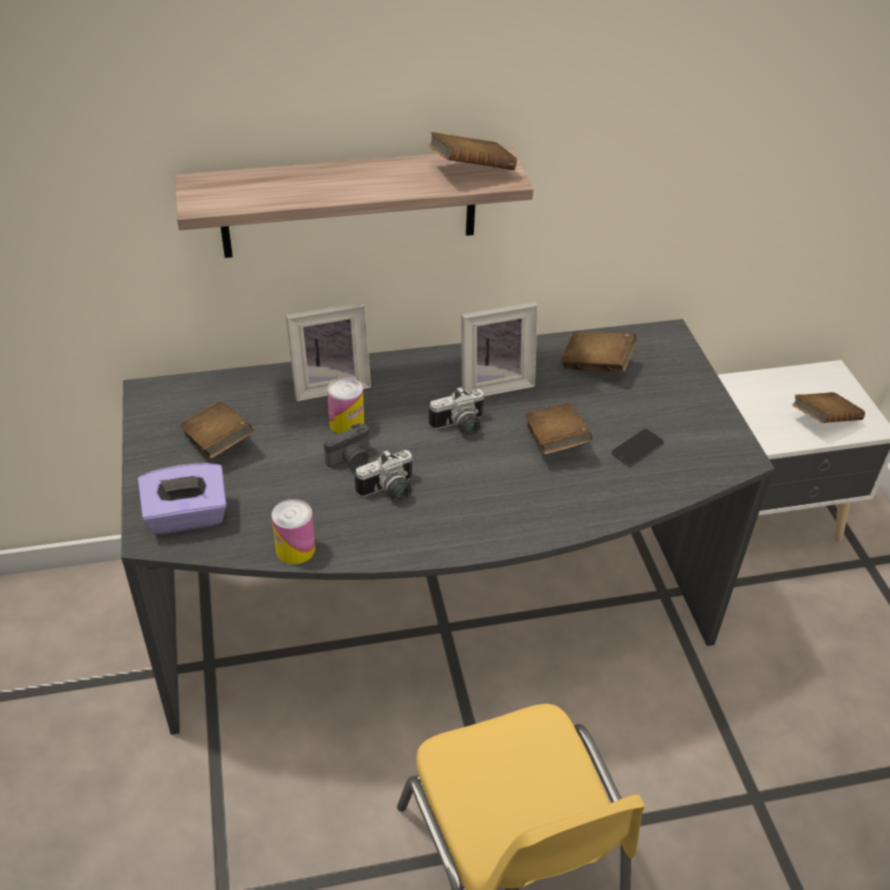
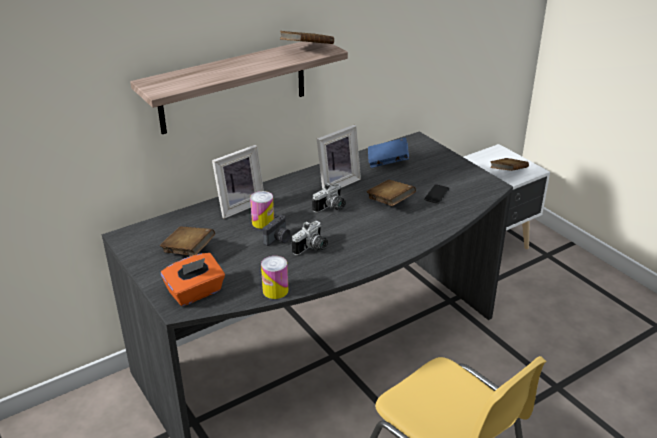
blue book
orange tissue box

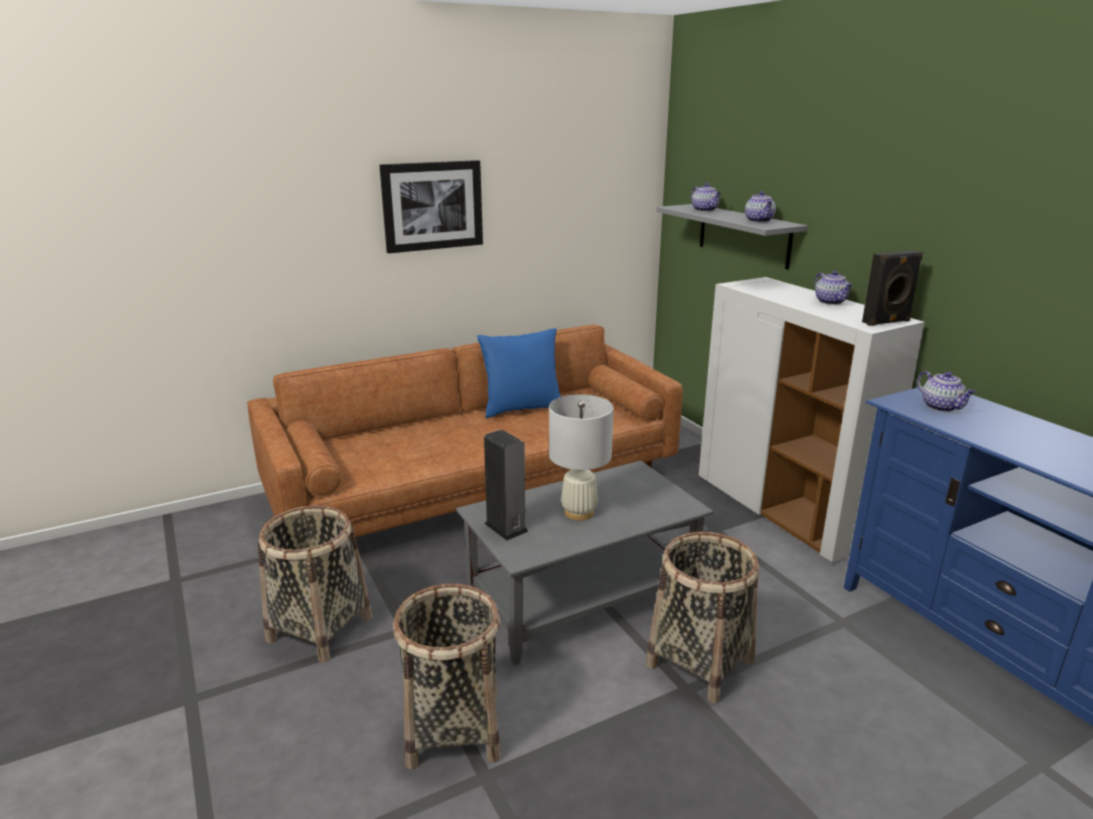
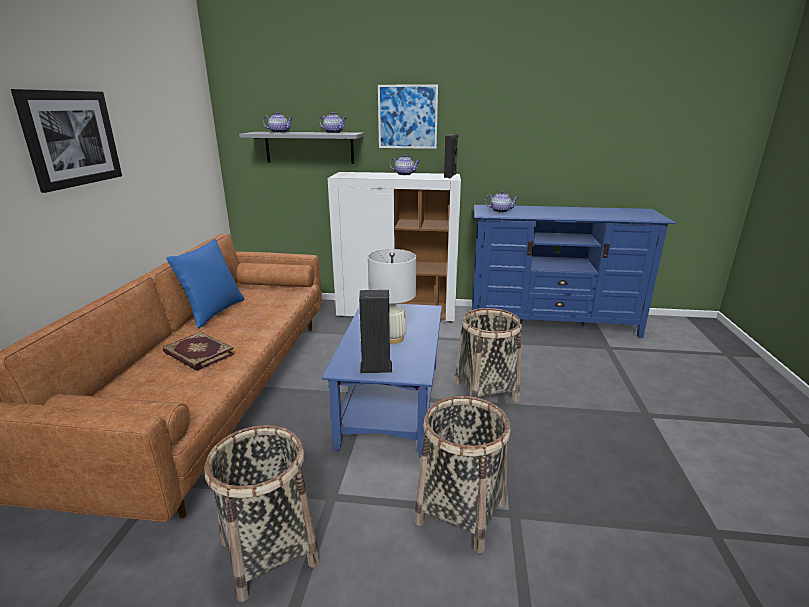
blue coffee table
picture (no. 2 from left)
book

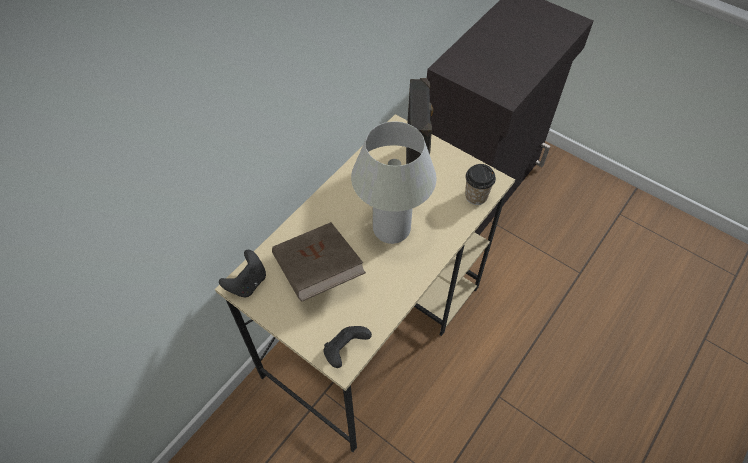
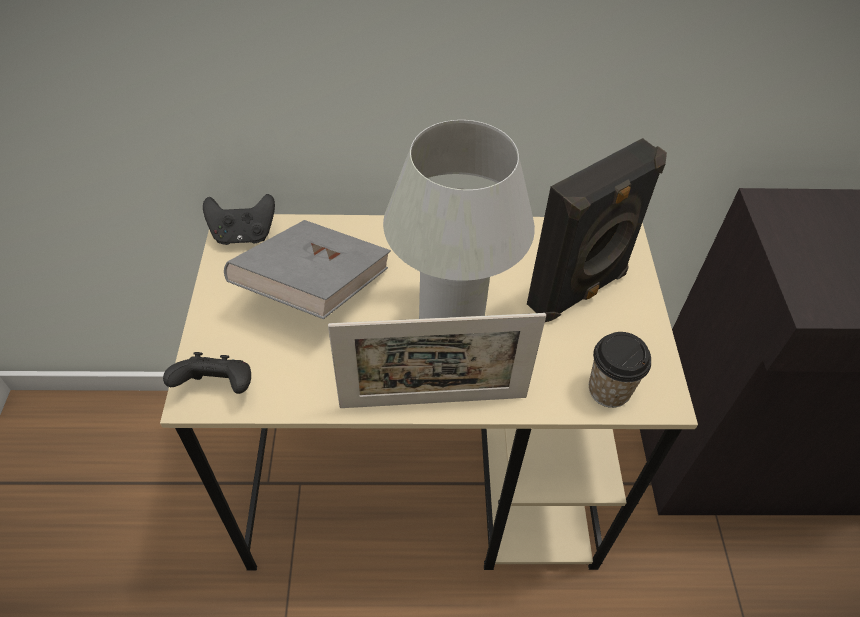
grey book
picture frame

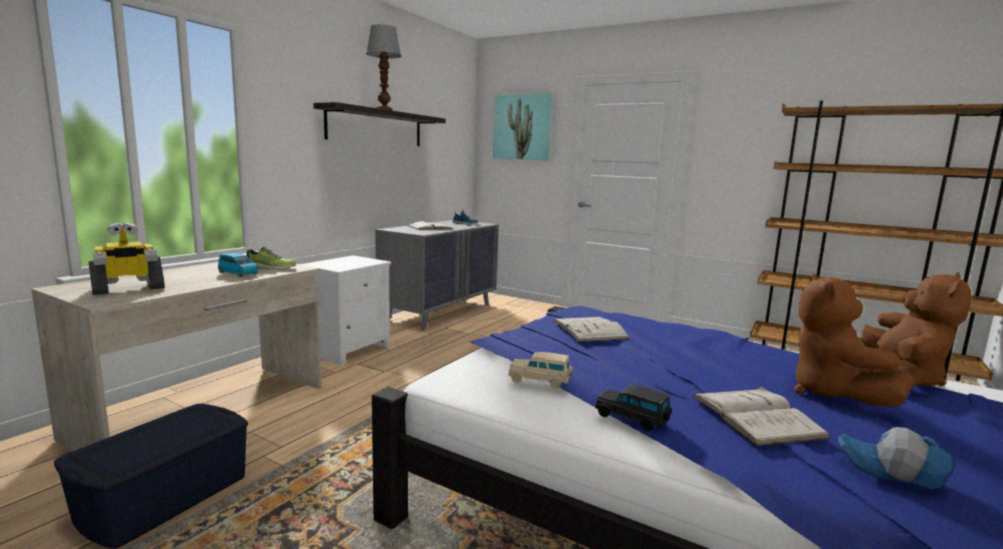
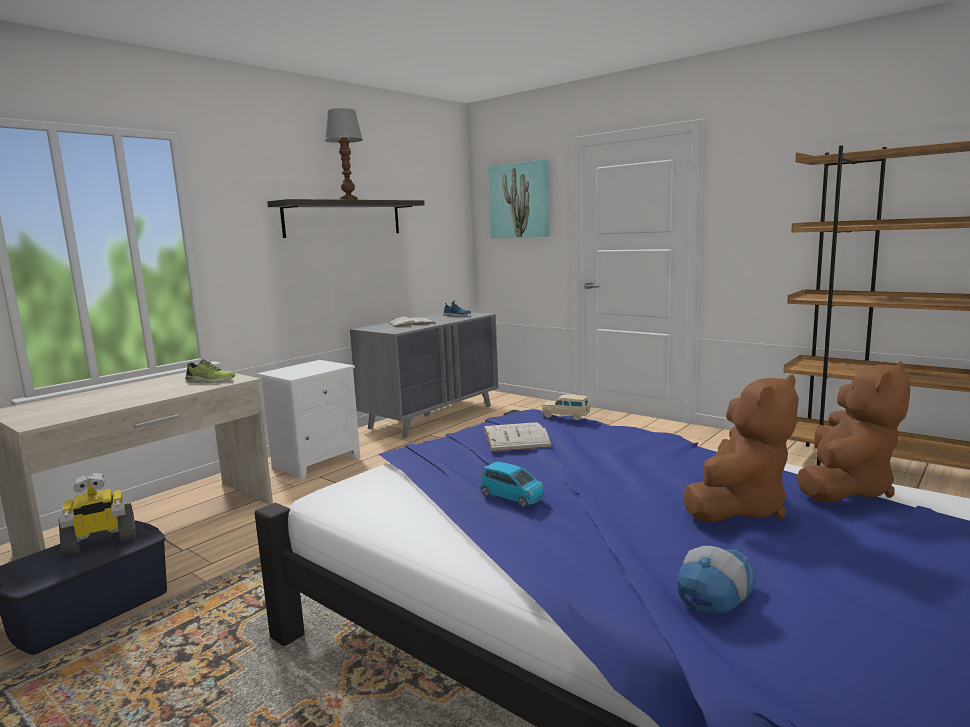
toy robot
blue toy car
brown plush toy (no. 1 from left)
beige toy car
black toy car
white book (no. 3 from left in the first image)
cap

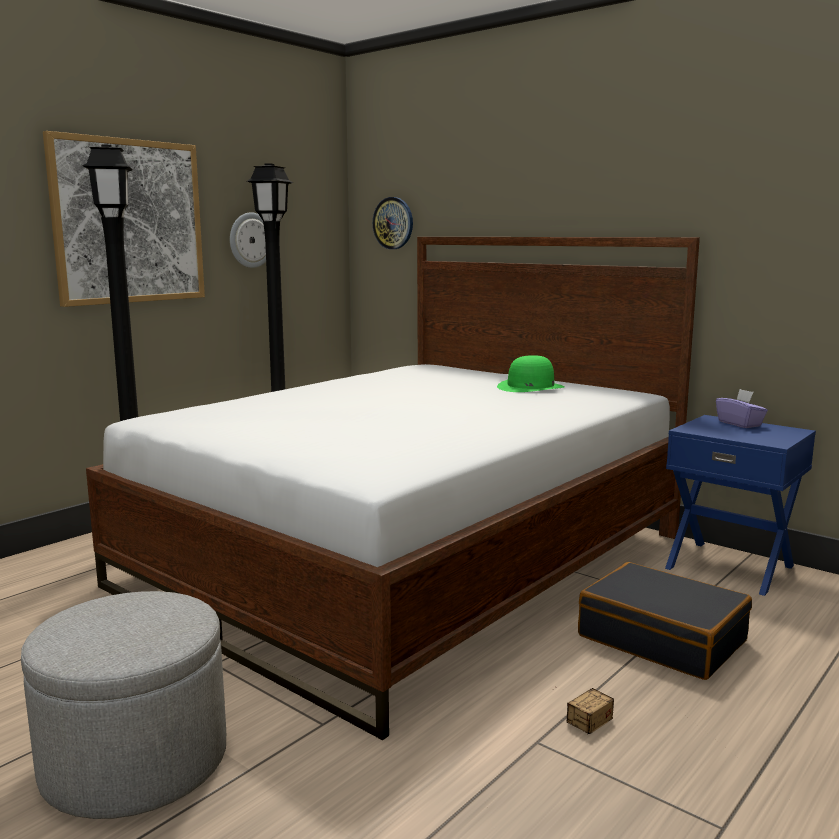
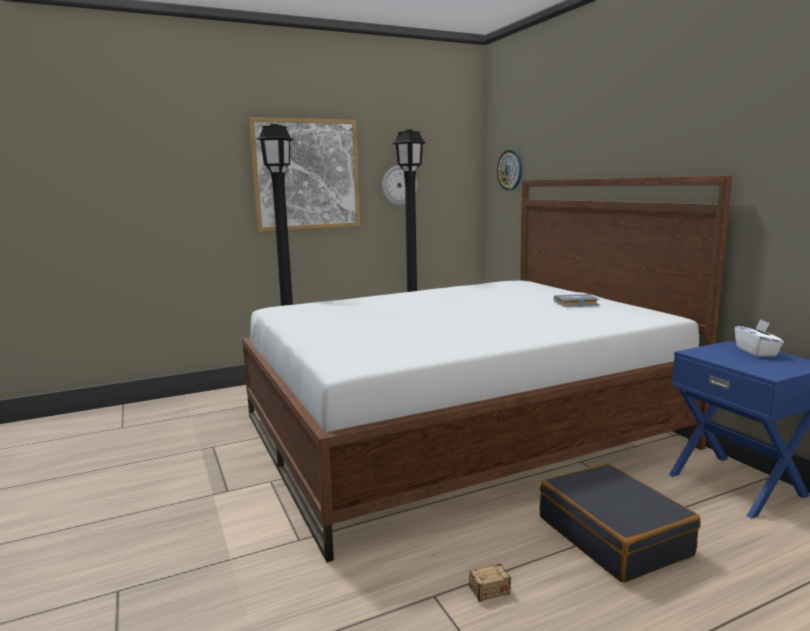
grey book
white tissue box
grey ottoman

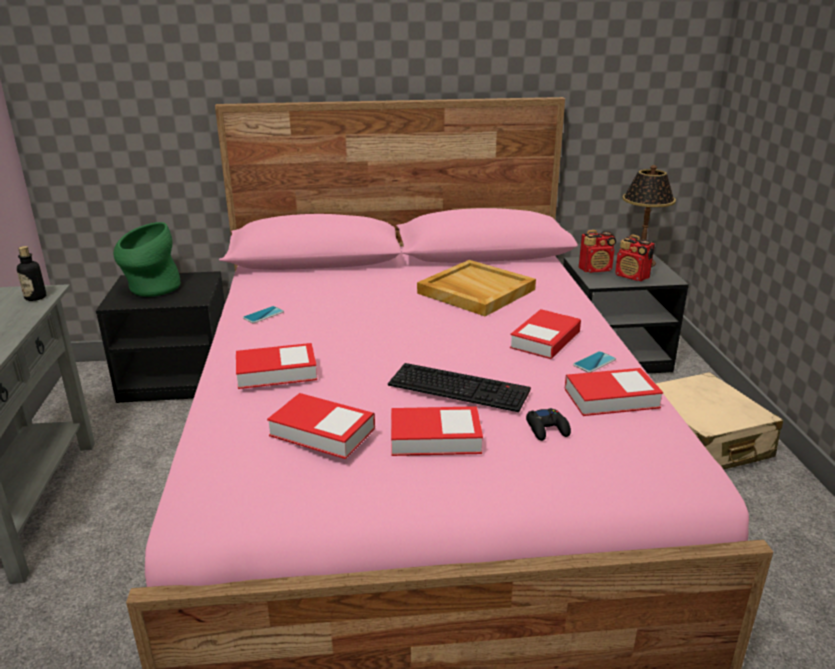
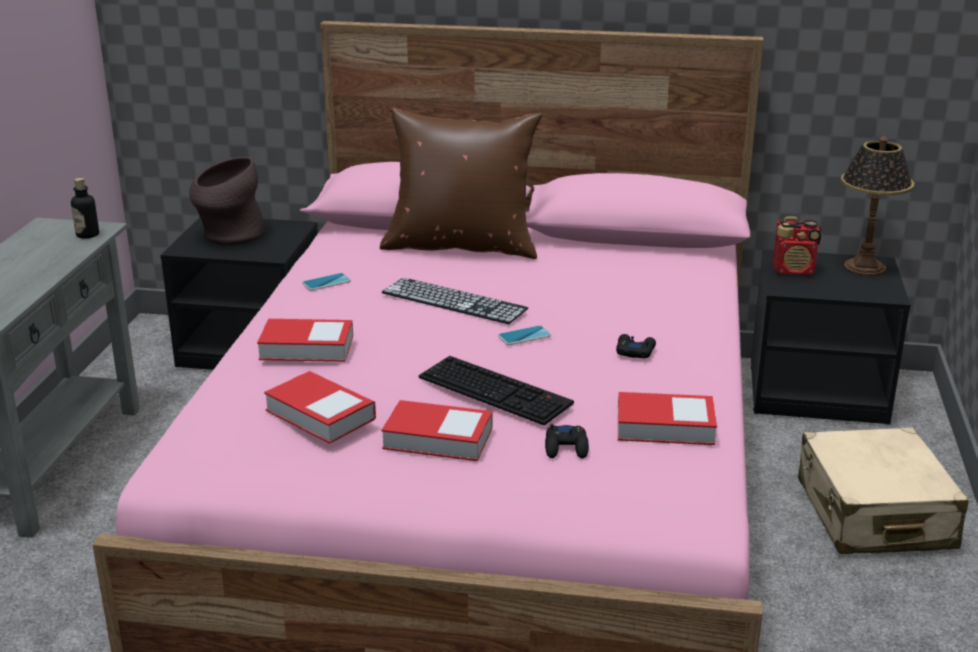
brown vase
radio (no. 2 from left in the first image)
beige tray
black game controller (no. 2 from left)
phone (no. 2 from left)
brown pillow
keyboard (no. 1 from left)

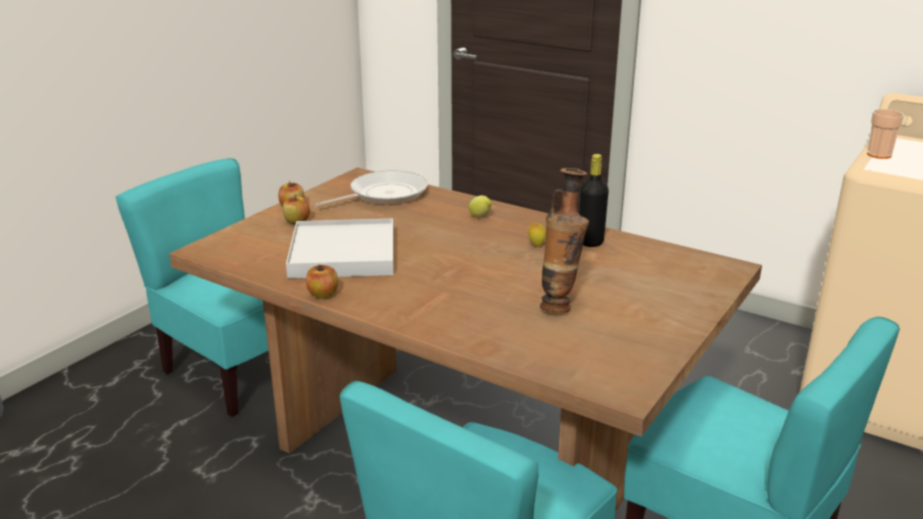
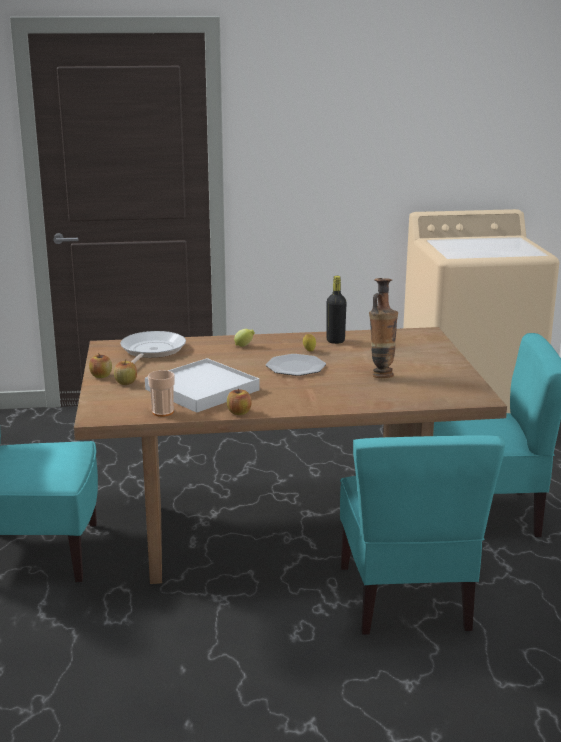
cup
plate

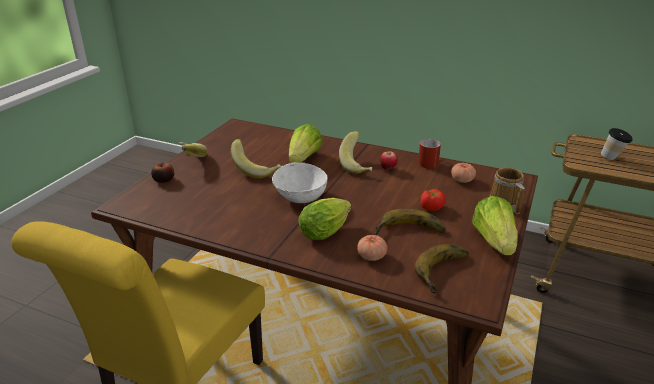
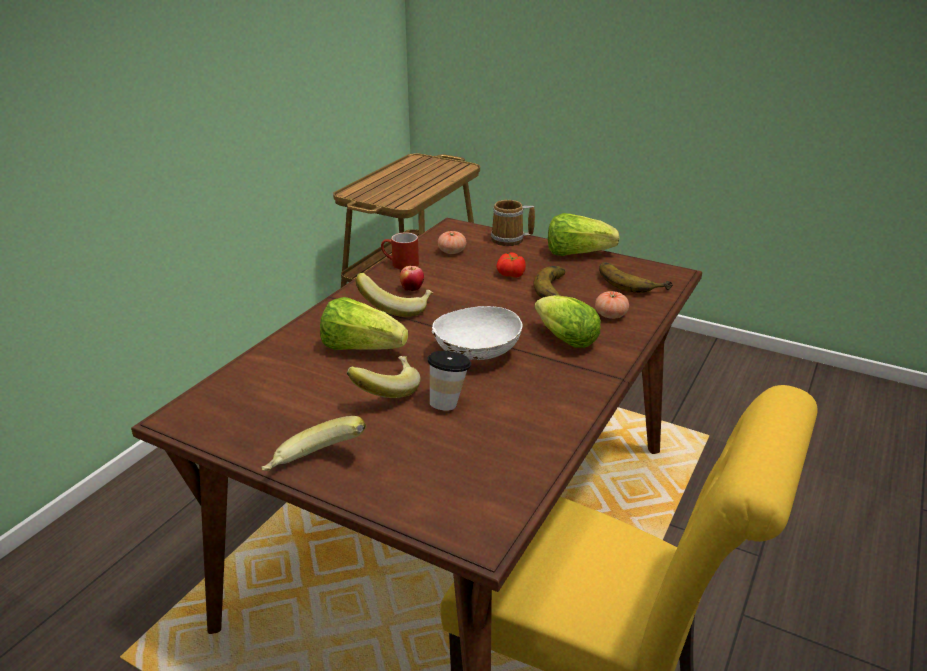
cup
apple (no. 1 from left in the first image)

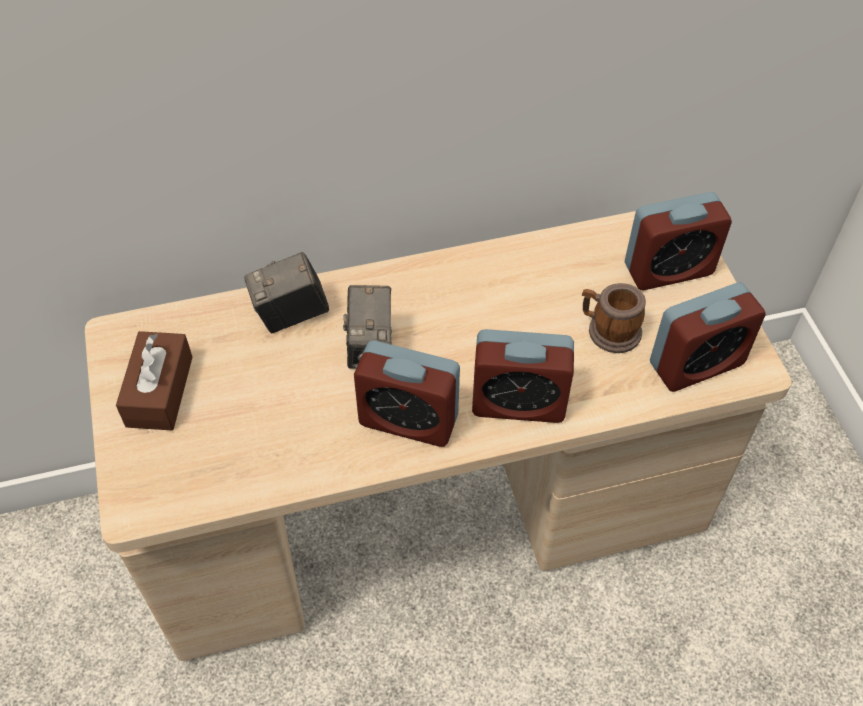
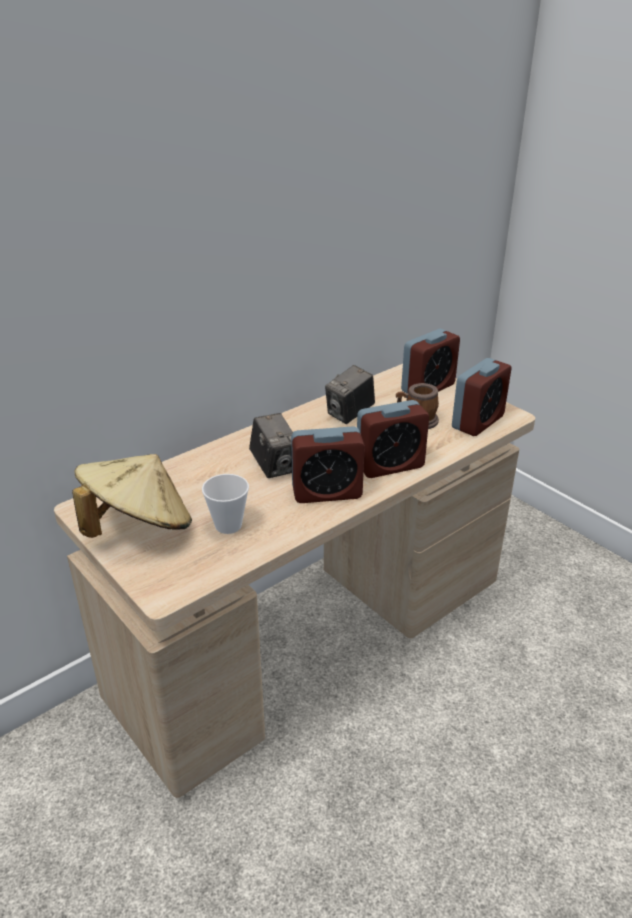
photo camera (no. 2 from left)
beige hat
cup

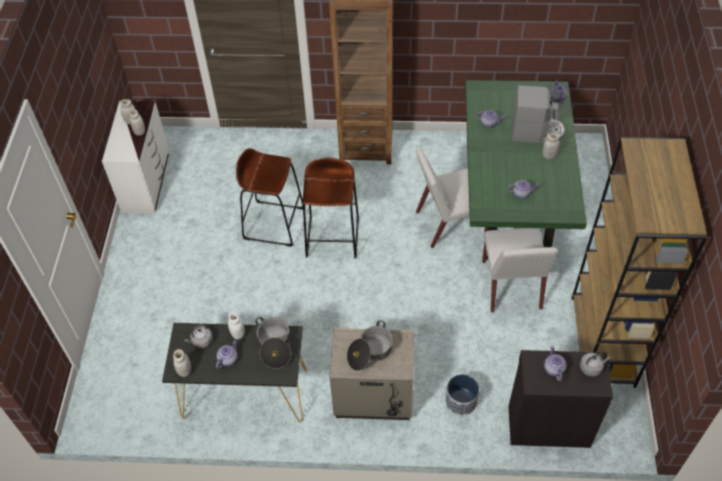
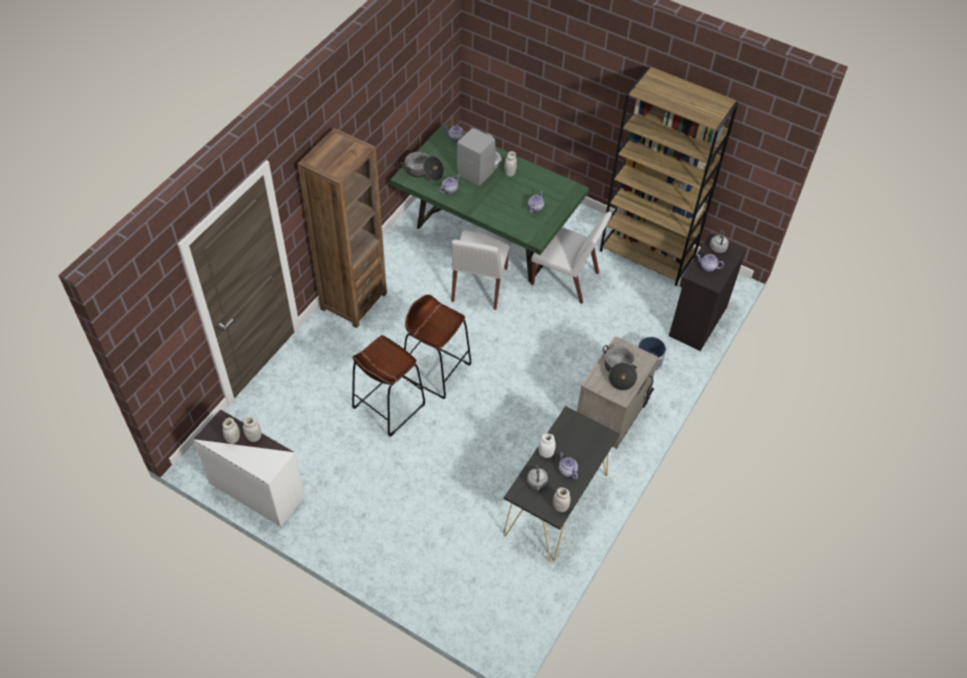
cooking pot (no. 1 from left)

